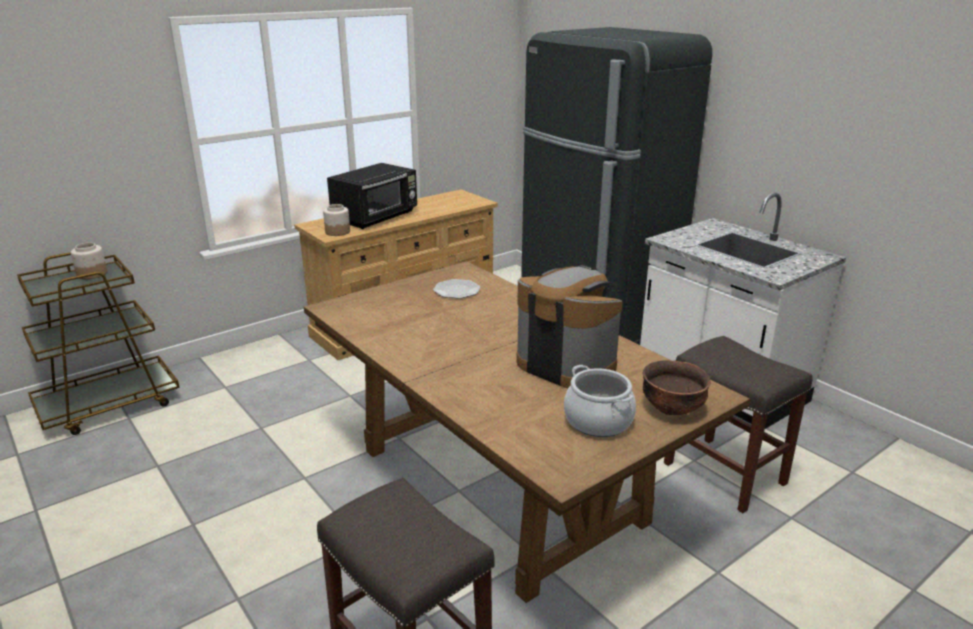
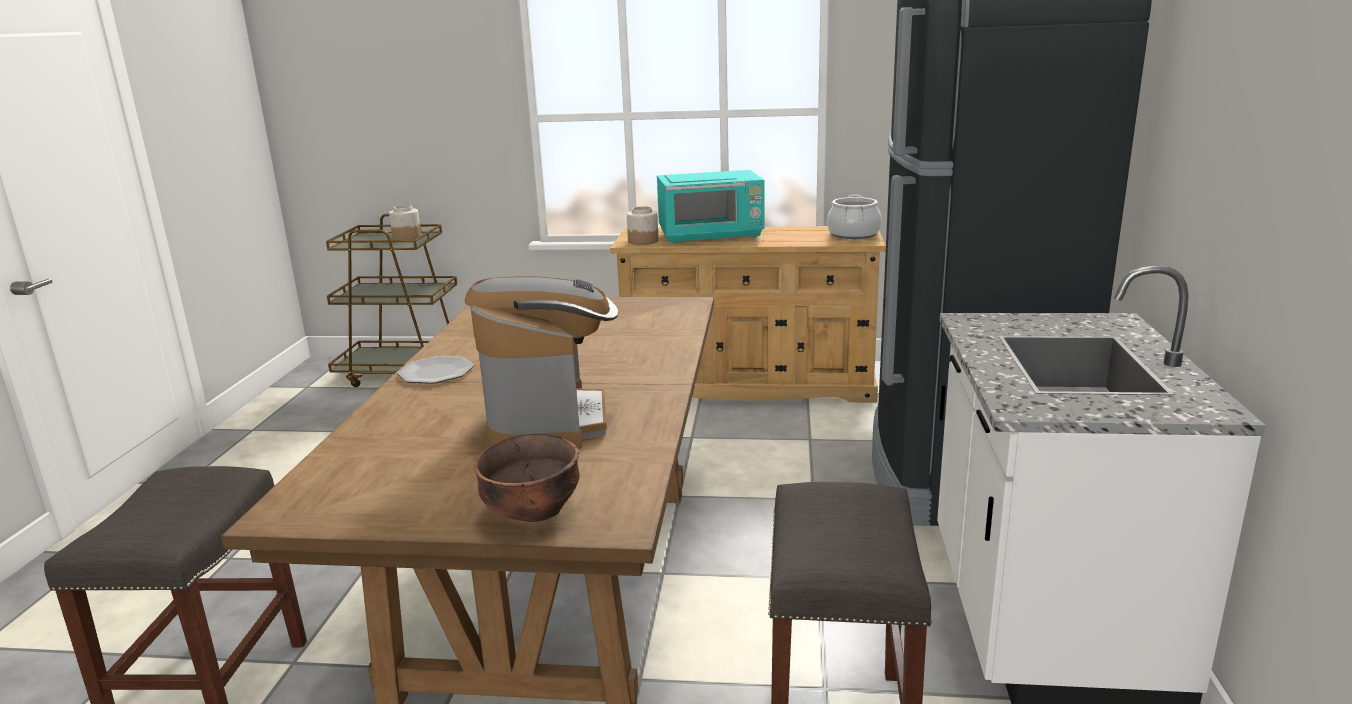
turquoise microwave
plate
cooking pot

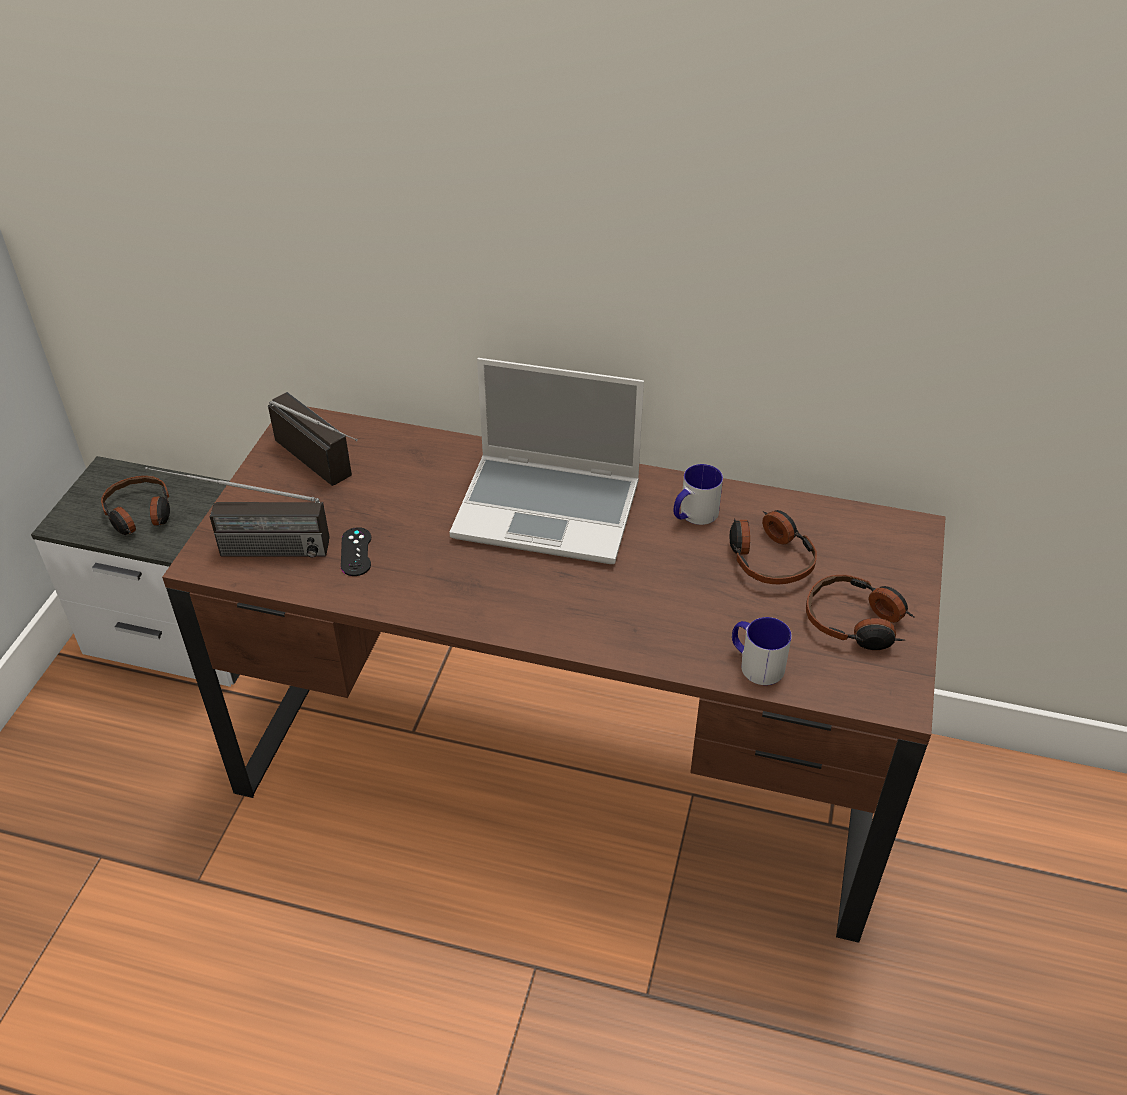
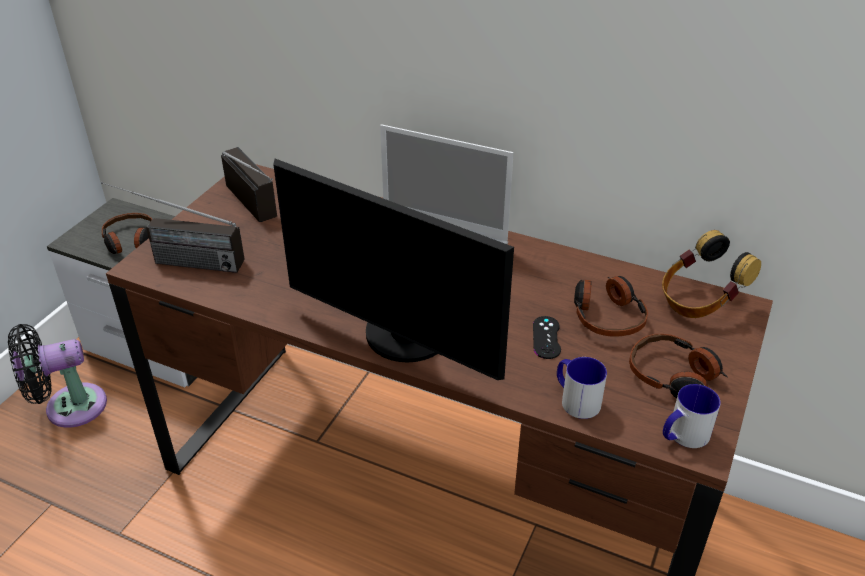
mug (no. 2 from left)
black game controller
monitor
headphones (no. 4 from left)
black fan

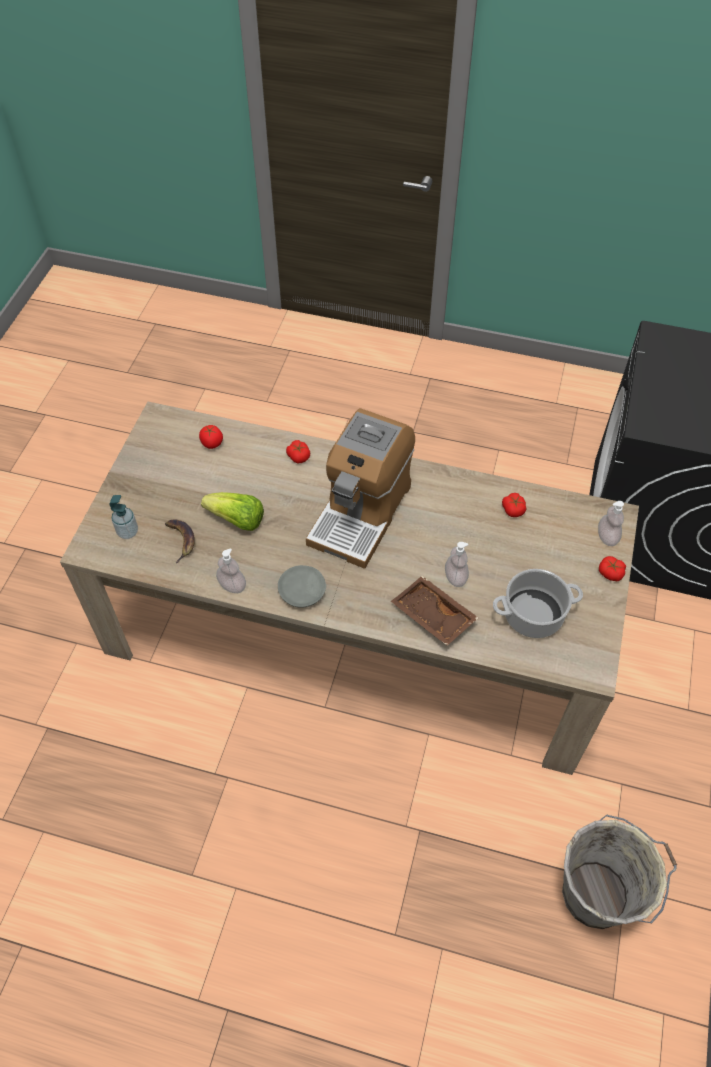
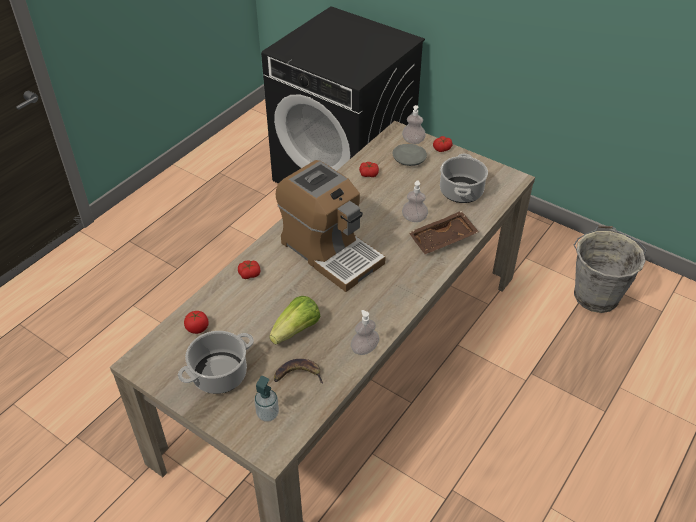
grey plate
cooking pot (no. 1 from left)

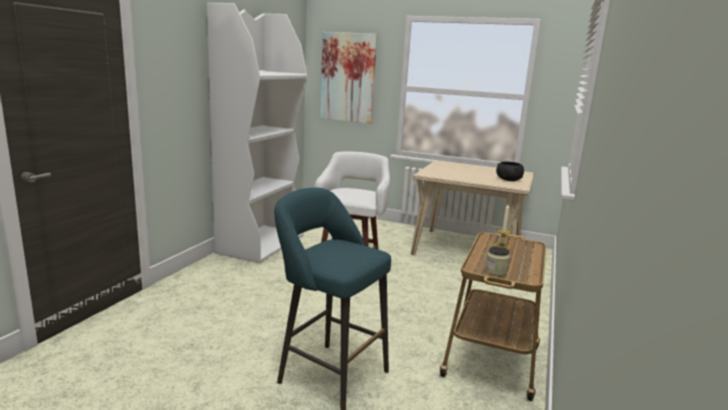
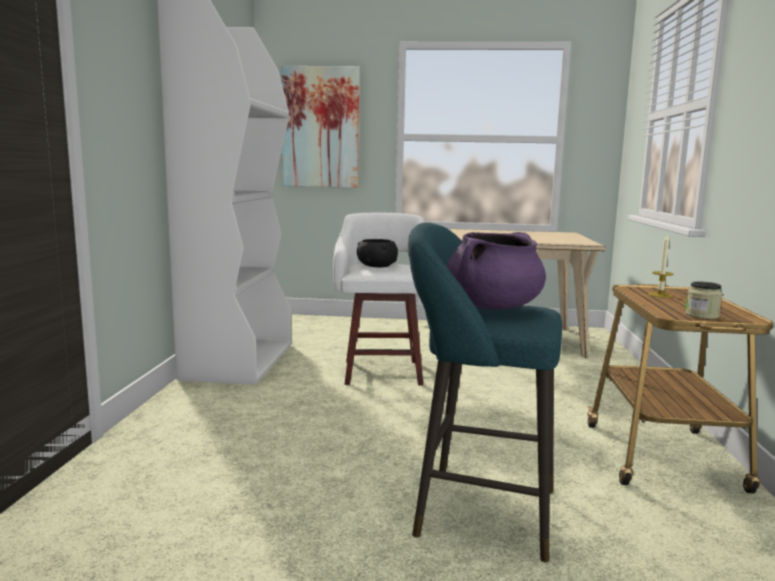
black bowl
purple cooking pot

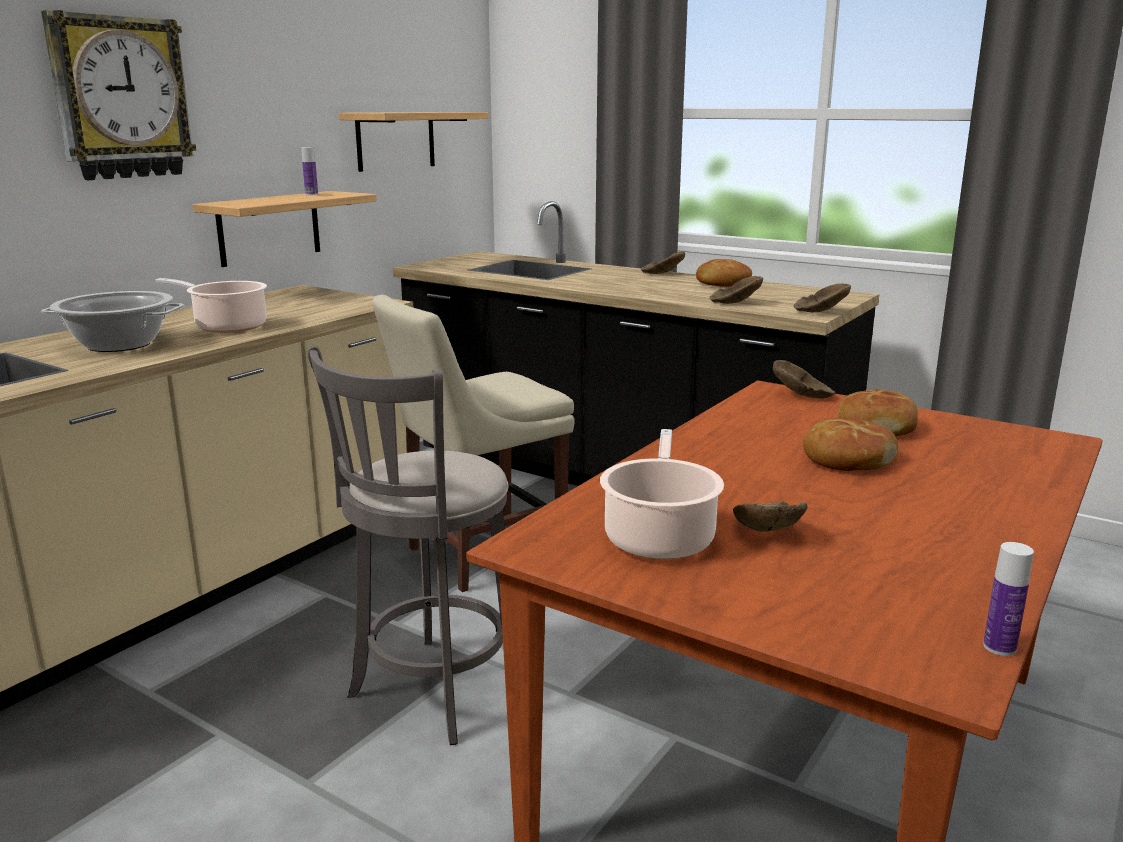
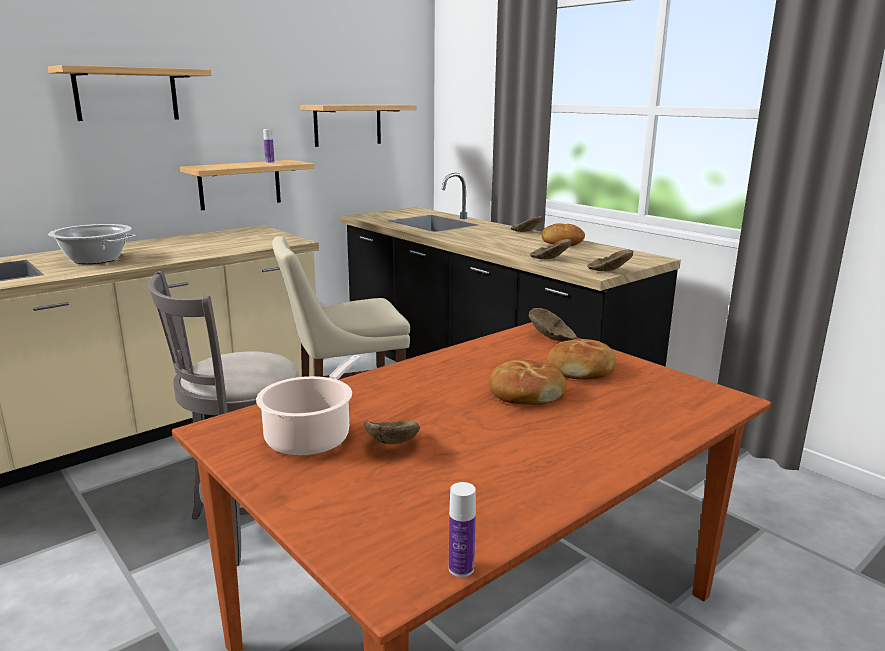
shelf (no. 1 from left)
cooking pot (no. 2 from left in the first image)

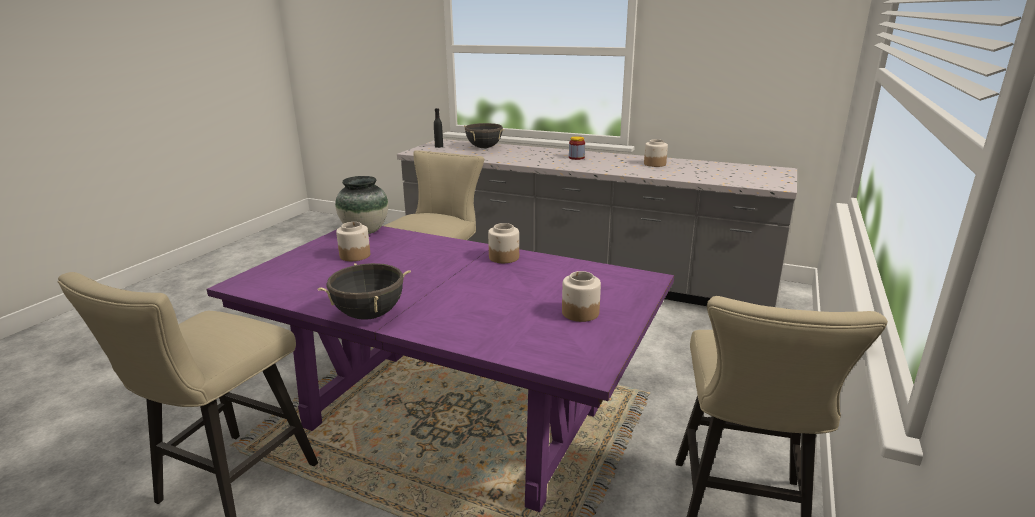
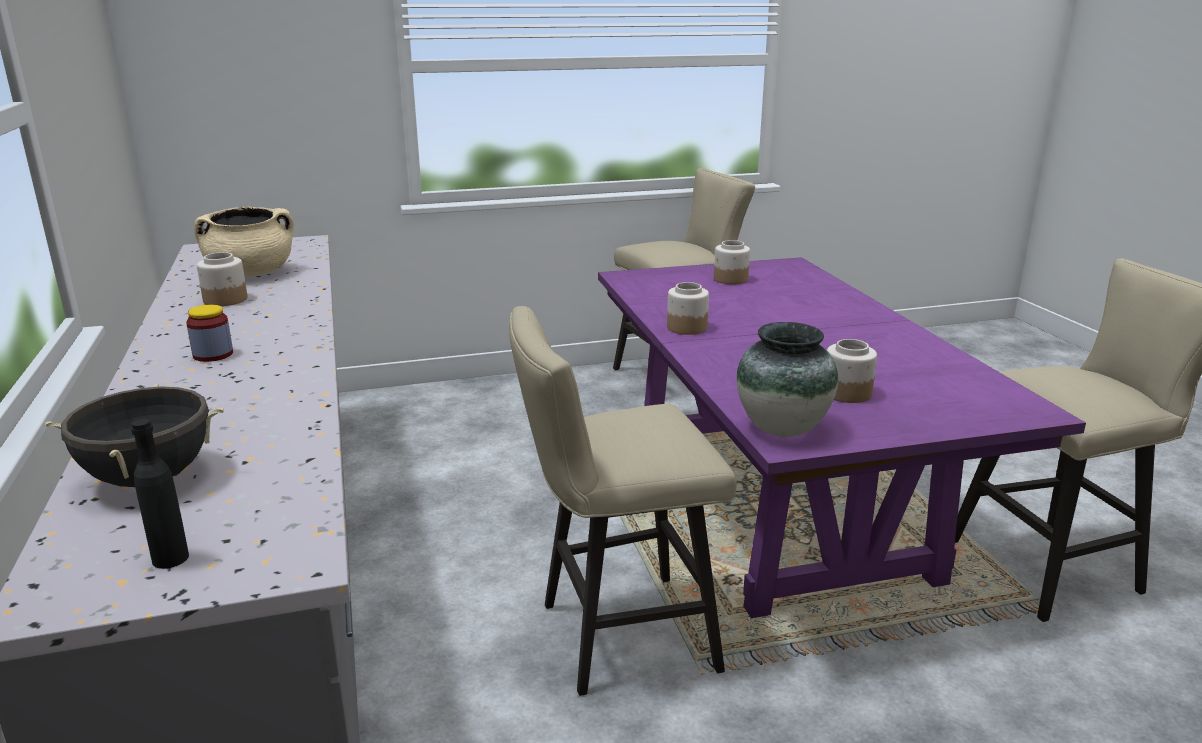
black cooking pot (no. 1 from left in the first image)
beige cooking pot

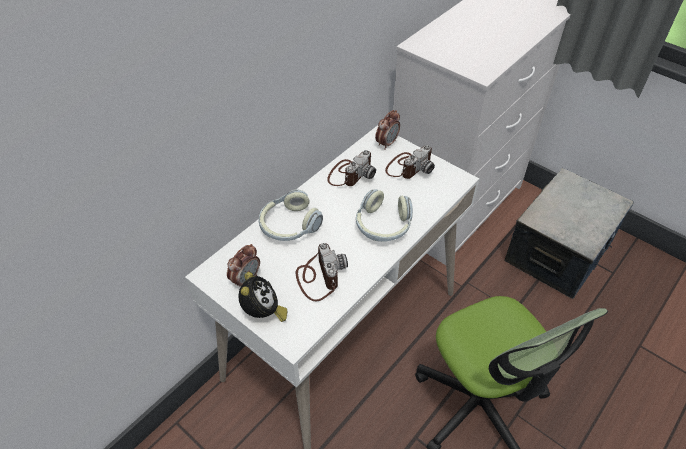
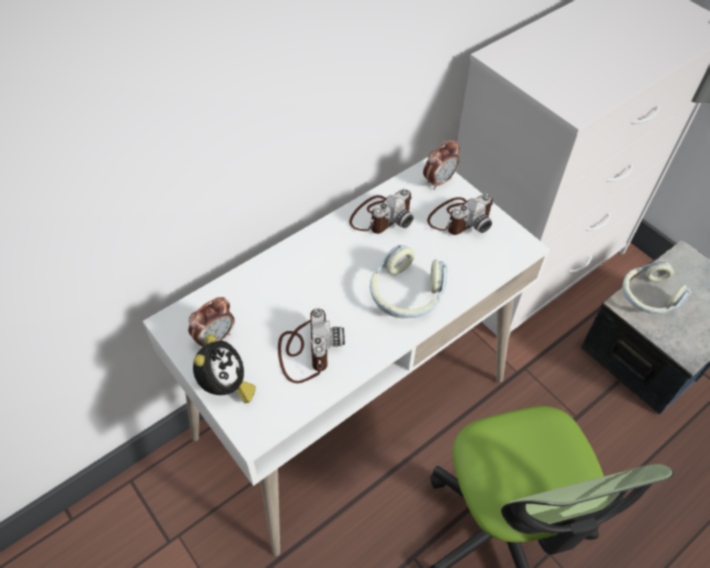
headphones (no. 2 from left)

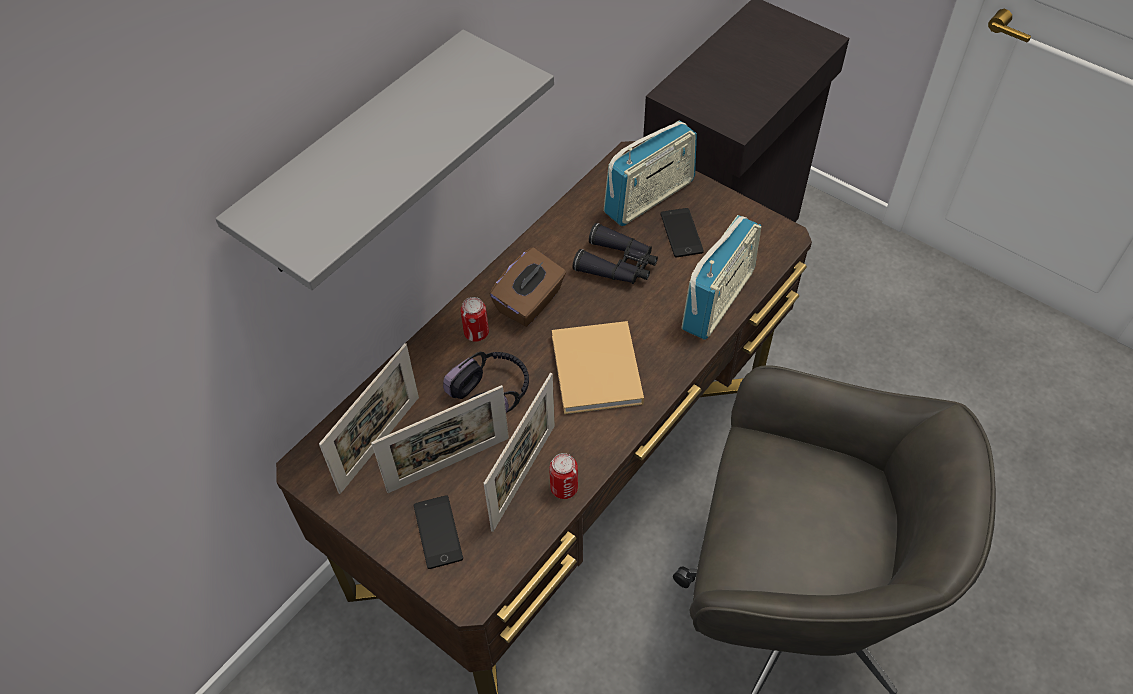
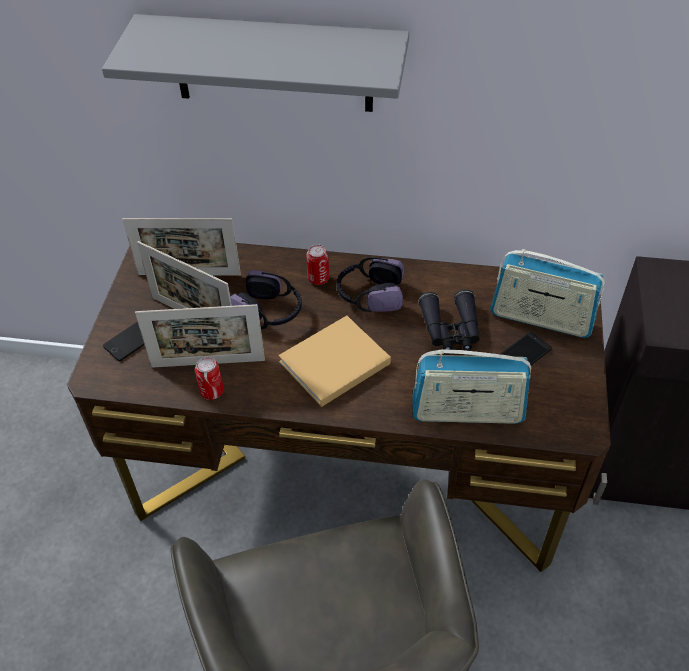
headphones (no. 2 from left)

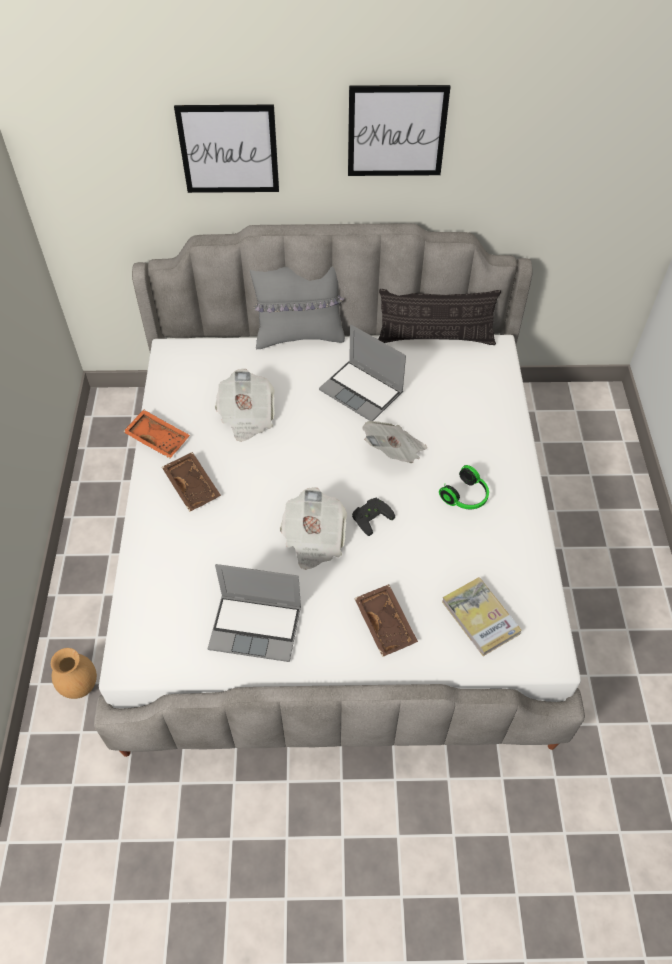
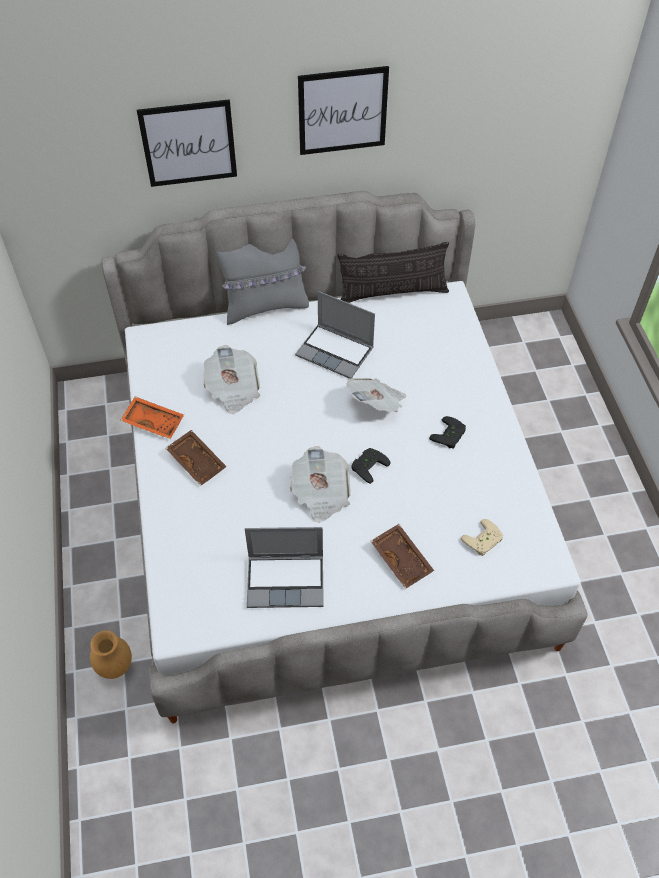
black game controller (no. 2 from left)
beige game controller

